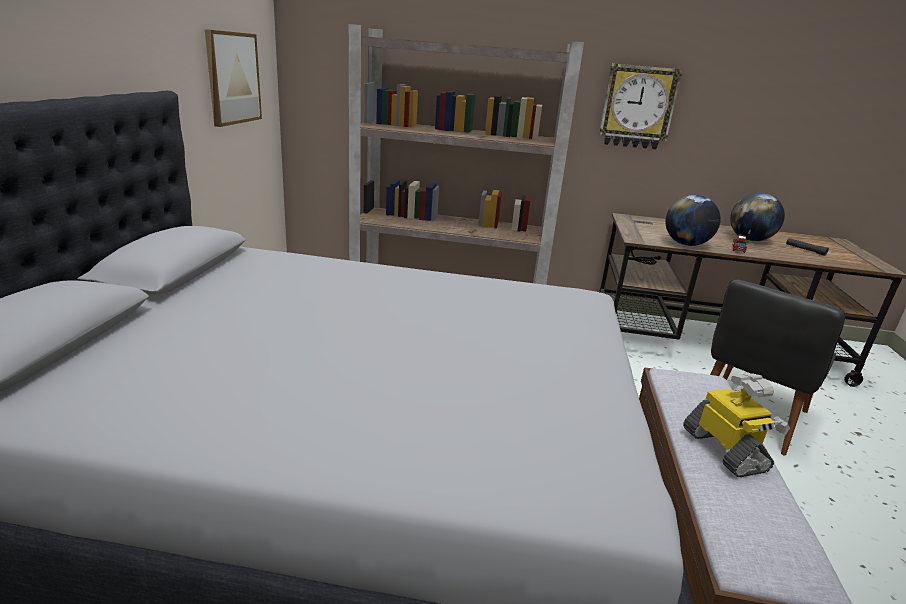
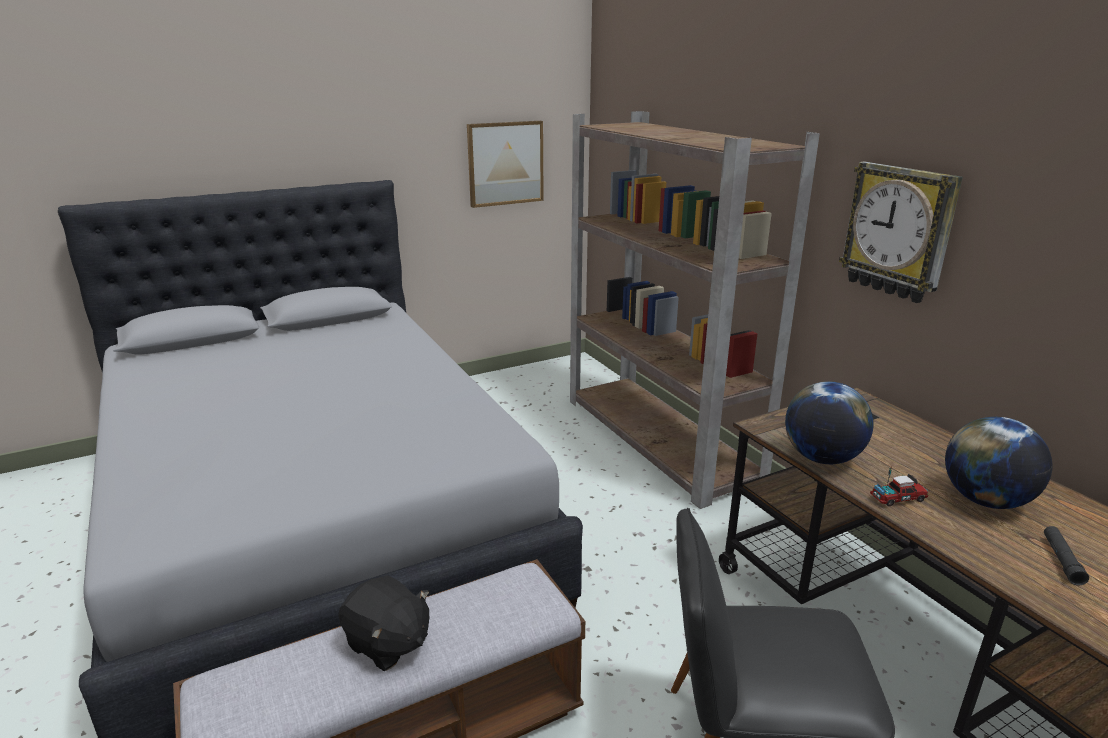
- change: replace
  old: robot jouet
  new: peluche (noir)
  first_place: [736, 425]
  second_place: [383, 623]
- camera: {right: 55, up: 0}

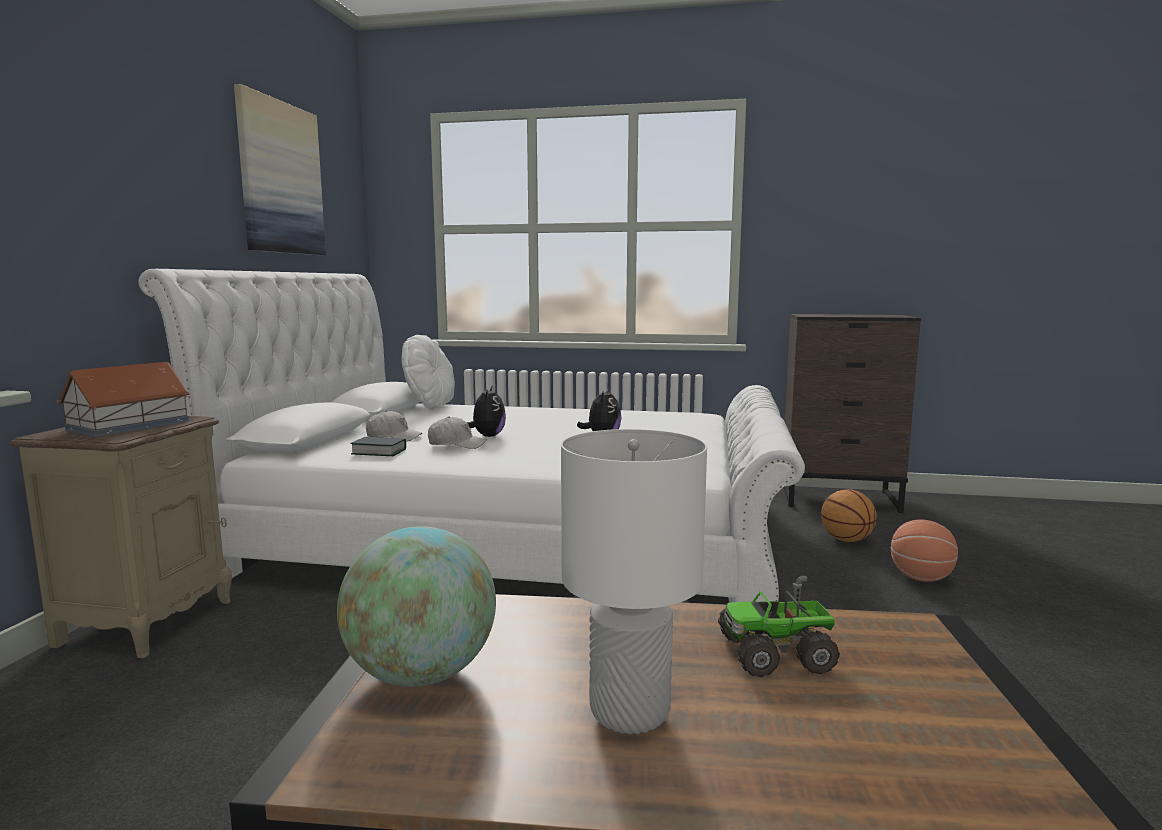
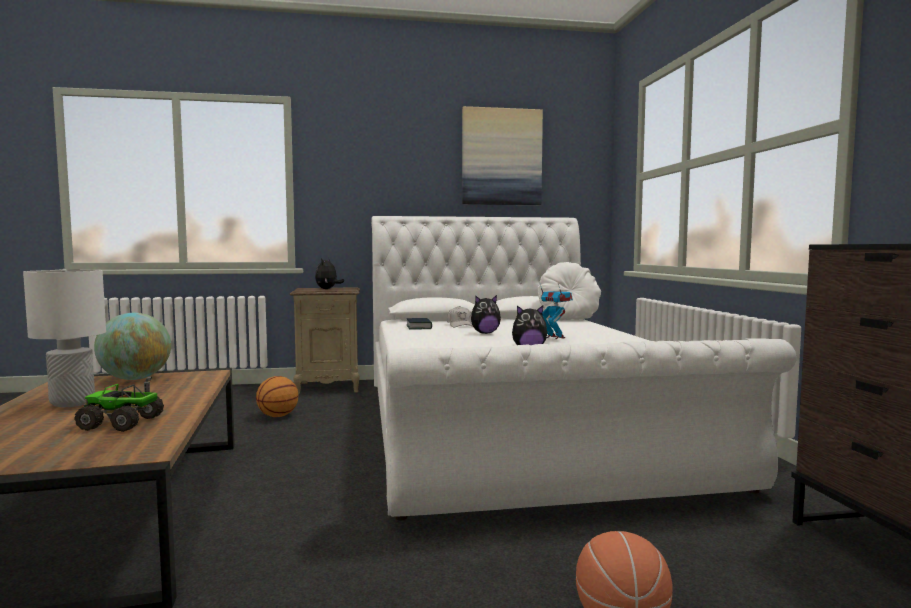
- change: replace
  old: maison miniature
  new: peluche
  first_place: [123, 399]
  second_place: [329, 273]
- change: delete
  old: casquette (blanc)
  first_place: [457, 432]
- change: rotate
  old: camion jouet
  first_place: [779, 626]
  second_place: [119, 404]
  degrees: -60
- change: move
  old: ballon de basket
  first_place: [849, 515]
  second_place: [277, 396]
- change: insert
  new: robot jouet
  second_place: [556, 310]
- camera: {right: 70, up: -5}

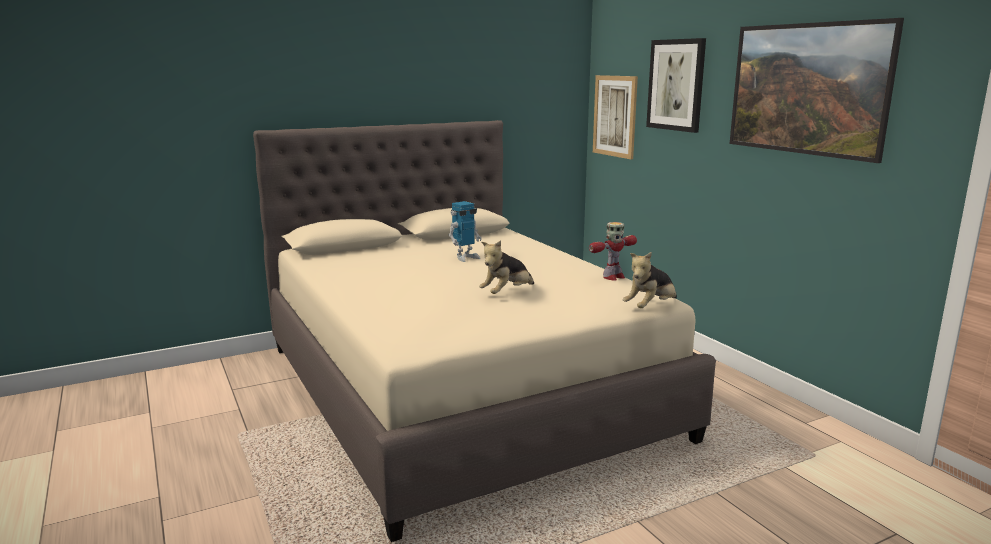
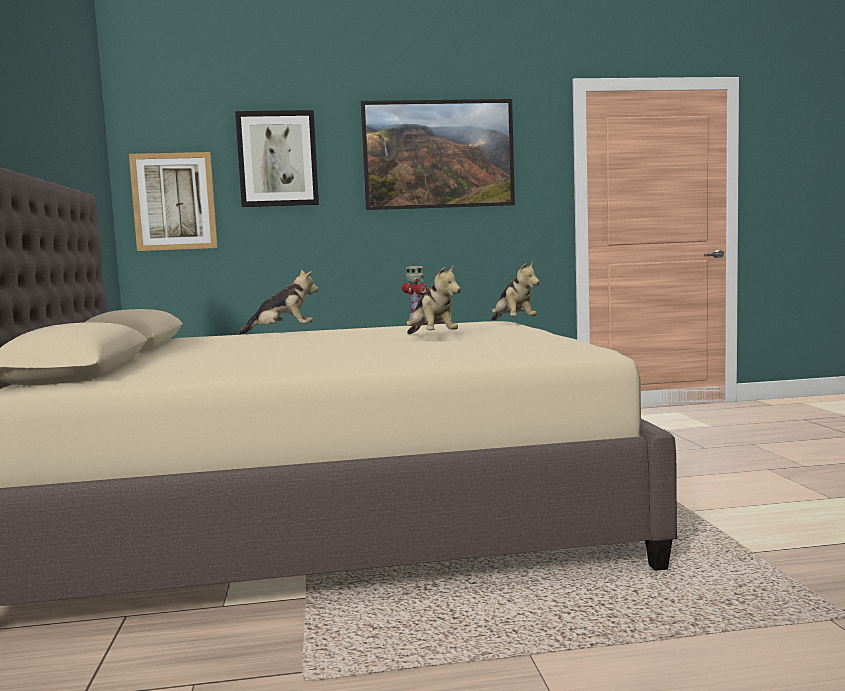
- change: delete
  old: robot jouet
  first_place: [465, 231]
- change: insert
  new: peluche
  second_place: [279, 302]
- camera: {right: -70, up: -10}

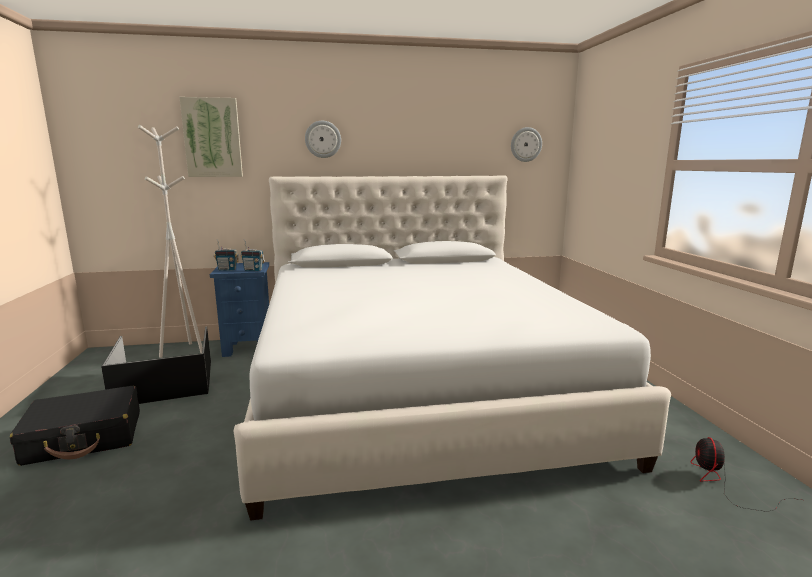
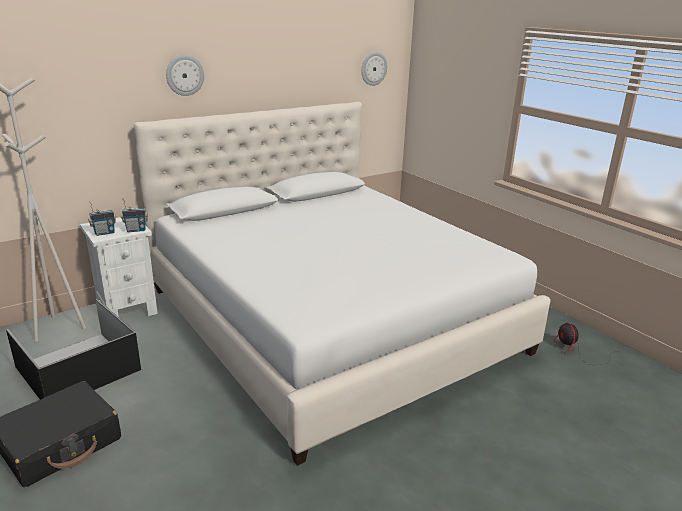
- change: delete
  old: tableau
  first_place: [211, 137]
- change: recolor
  old: table de chevet (bleu)
  new: table de chevet (blanc)
  first_place: [239, 309]
  second_place: [119, 267]
- camera: {right: -25, up: 10}

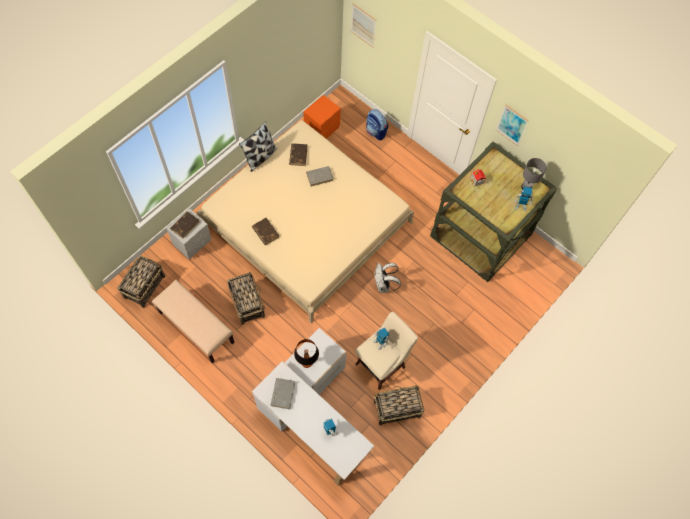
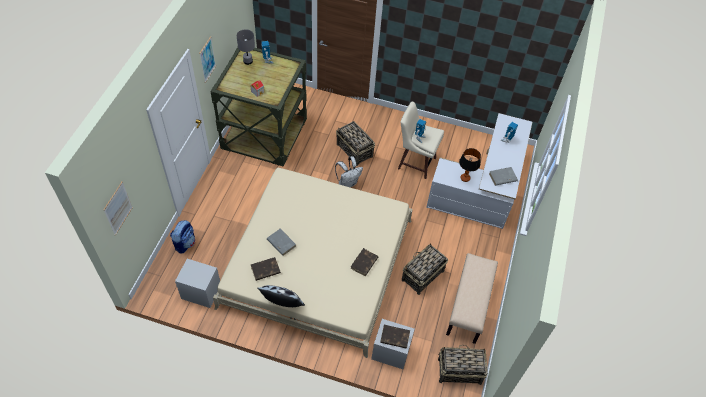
- change: recolor
  old: table de chevet (orange)
  new: table de chevet (gris)
  first_place: [322, 117]
  second_place: [197, 283]
- change: move
  old: panier
  first_place: [399, 405]
  second_place: [355, 143]
- camera: {right: -115, up: -10}

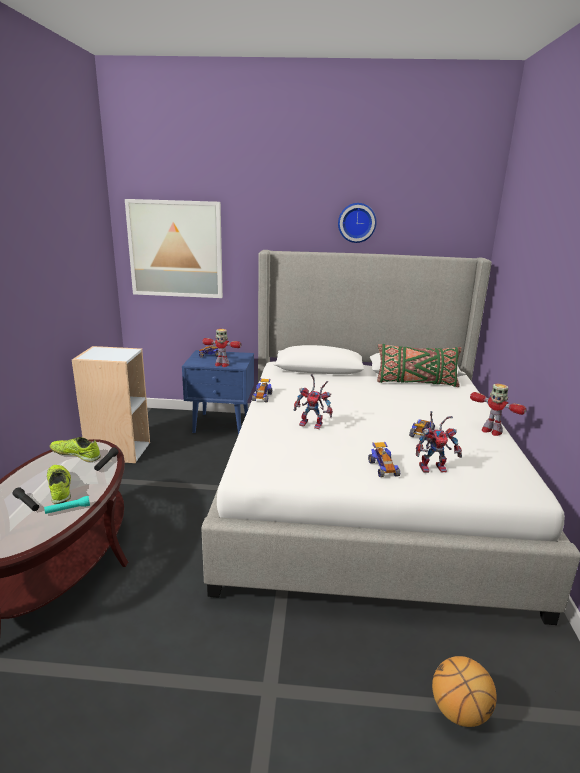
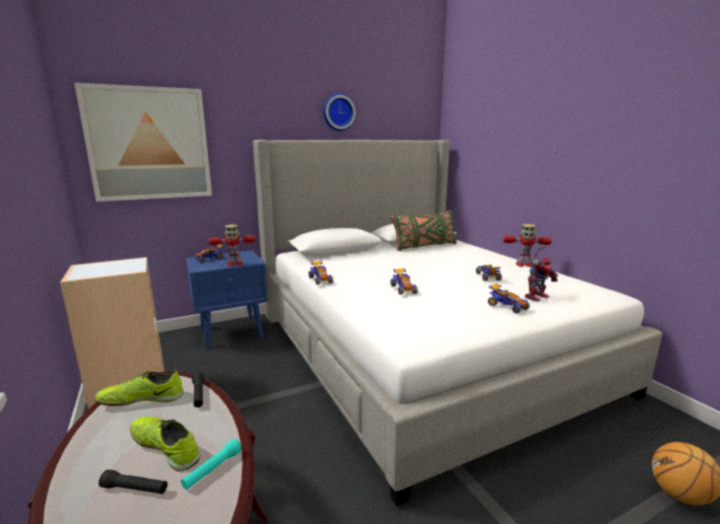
- change: replace
  old: robot jouet
  new: petite voiture
  first_place: [313, 401]
  second_place: [404, 281]
- camera: {right: -30, up: -5}

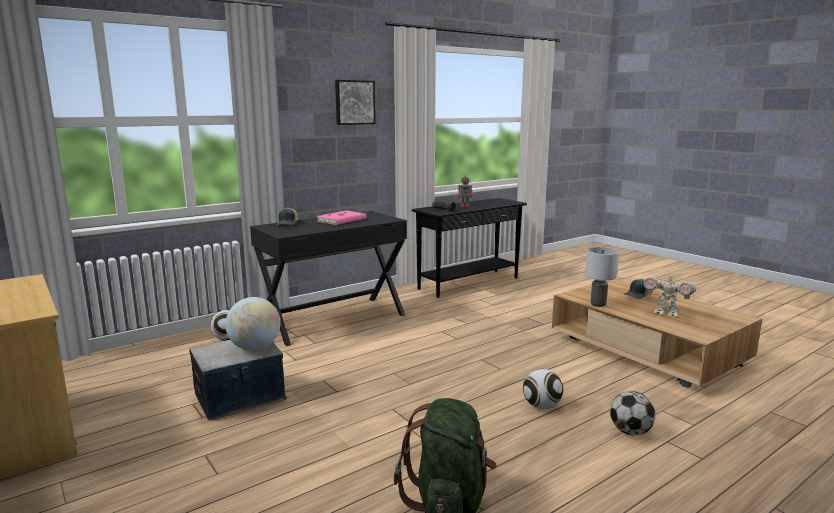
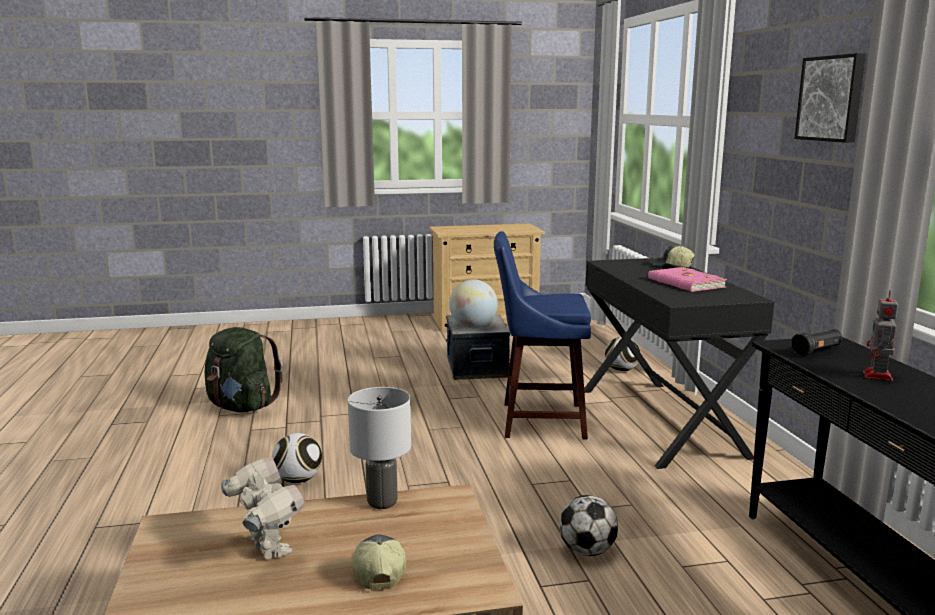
- change: move
  old: ballon de foot
  first_place: [632, 413]
  second_place: [588, 525]
- change: rotate
  old: robot jouet
  first_place: [670, 294]
  second_place: [262, 508]
  degrees: 90
- change: insert
  new: chaise (bleu)
  second_place: [542, 335]
- camera: {right: 115, up: 0}

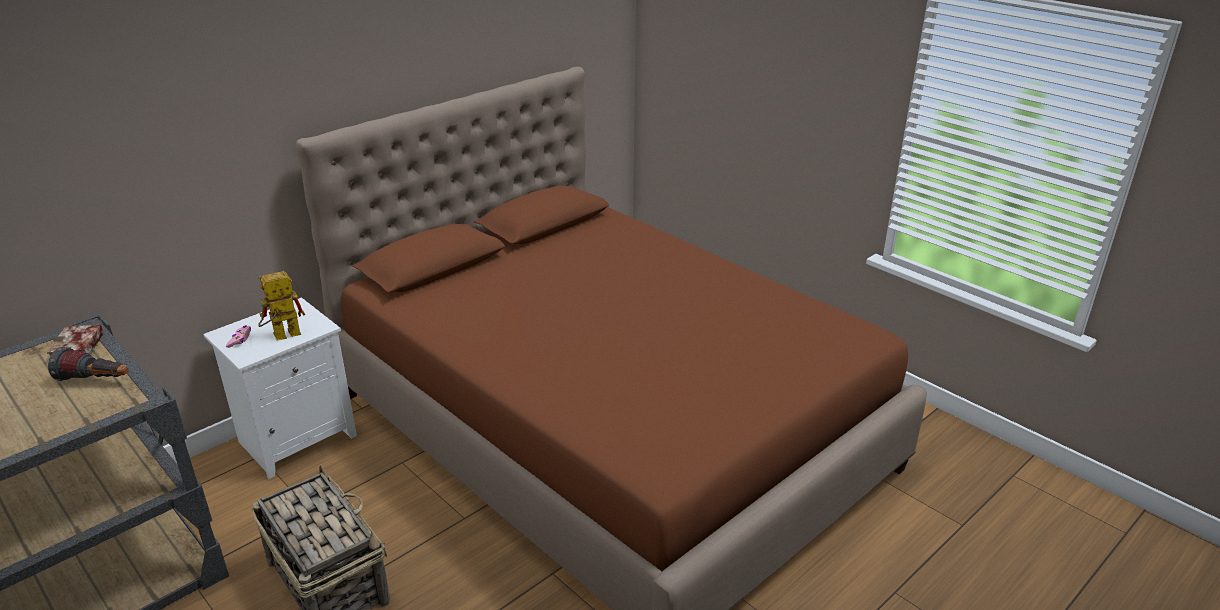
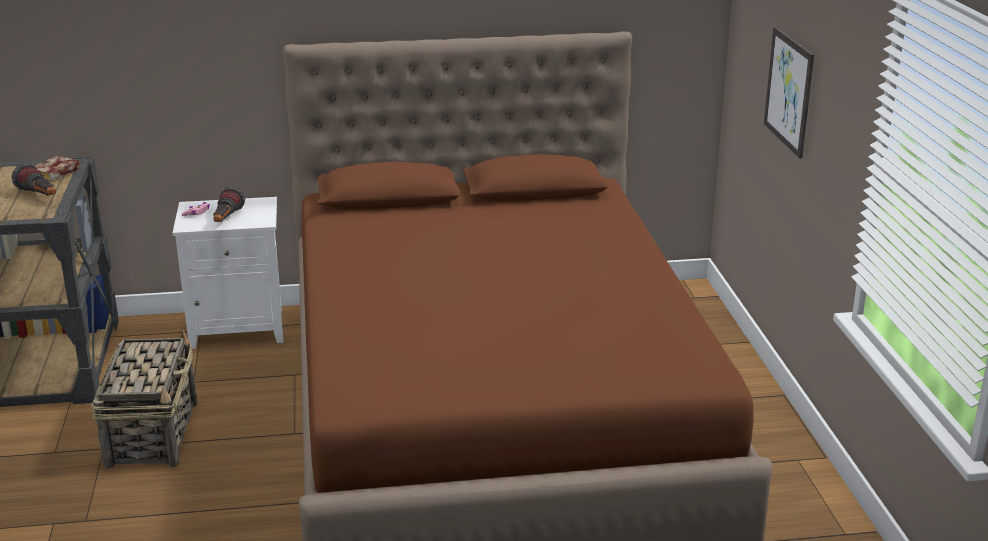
- change: replace
  old: robot jouet
  new: lampe de poche
  first_place: [281, 306]
  second_place: [229, 204]
- change: insert
  new: tableau
  second_place: [789, 93]
- camera: {right: 35, up: -5}

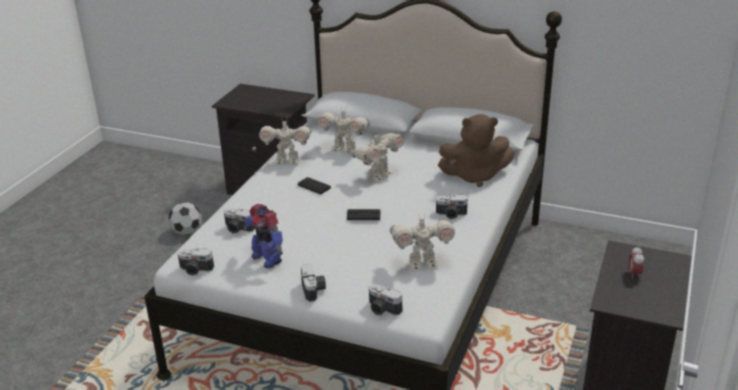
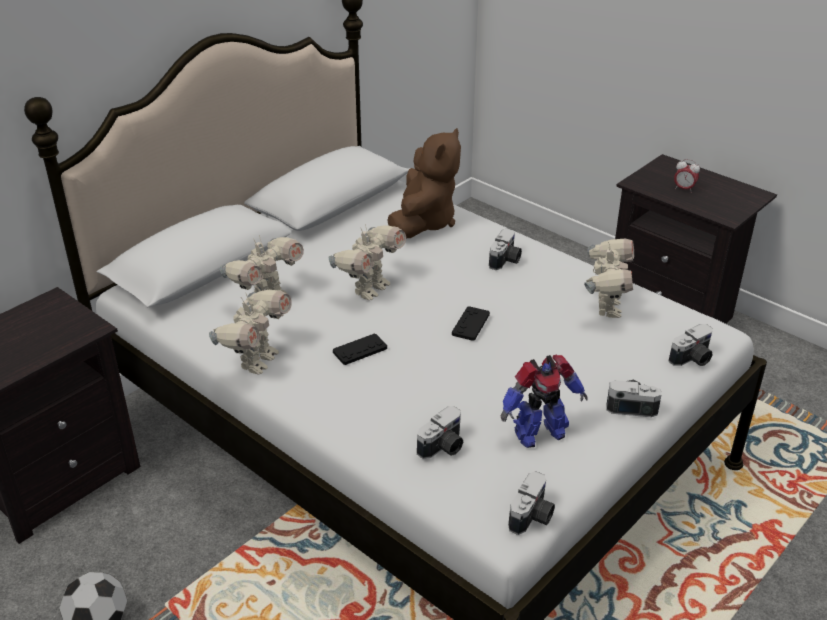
- change: rotate
  old: robot jouet
  first_place: [377, 157]
  second_place: [367, 262]
  degrees: 60
- camera: {right: -70, up: 5}

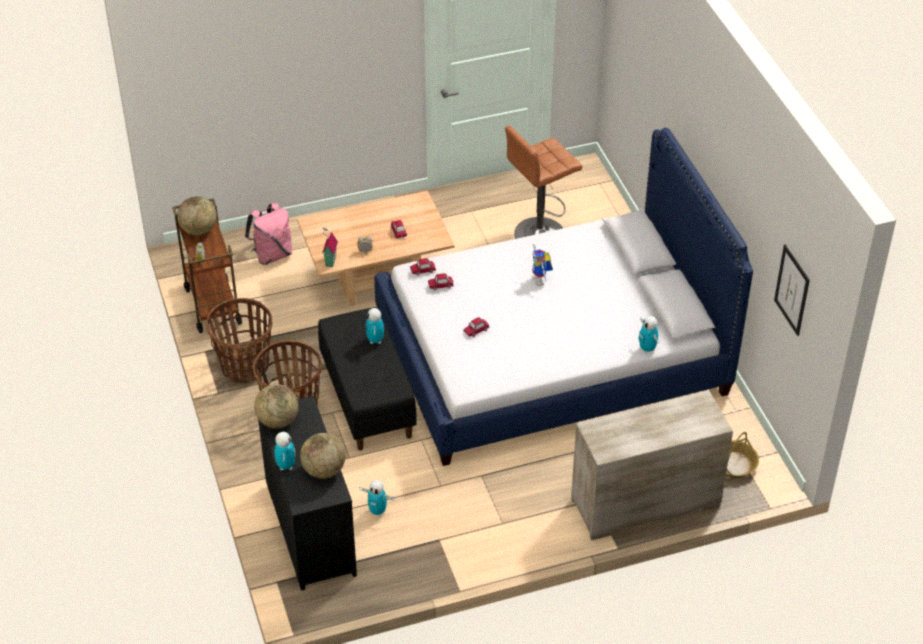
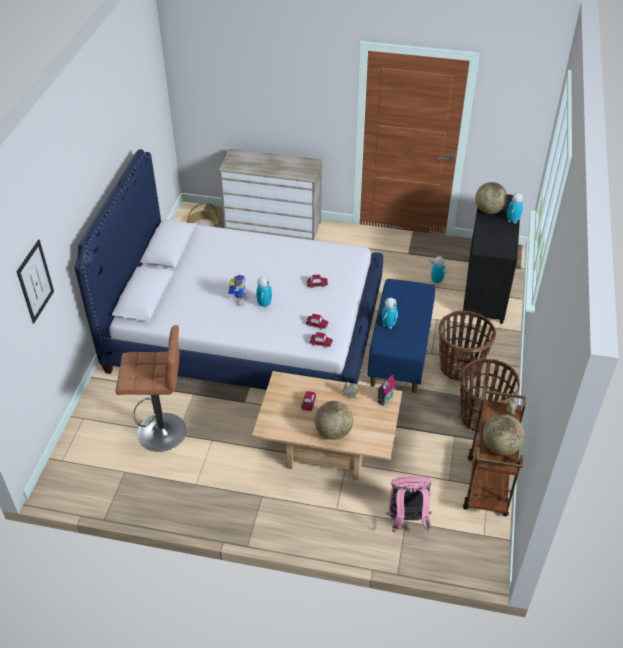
- change: move
  old: globe
  first_place: [276, 406]
  second_place: [334, 420]
- change: recolor
  old: banc (noir)
  new: banc (bleu)
  first_place: [367, 378]
  second_place: [401, 336]
- change: move
  old: robot jouet
  first_place: [649, 334]
  second_place: [264, 291]
- change: move
  old: tableau
  first_place: [792, 290]
  second_place: [35, 281]
- camera: {right: -150, up: 0}

